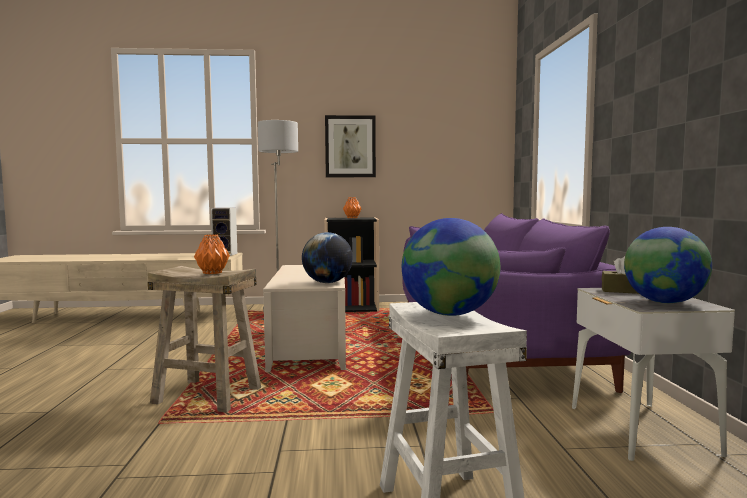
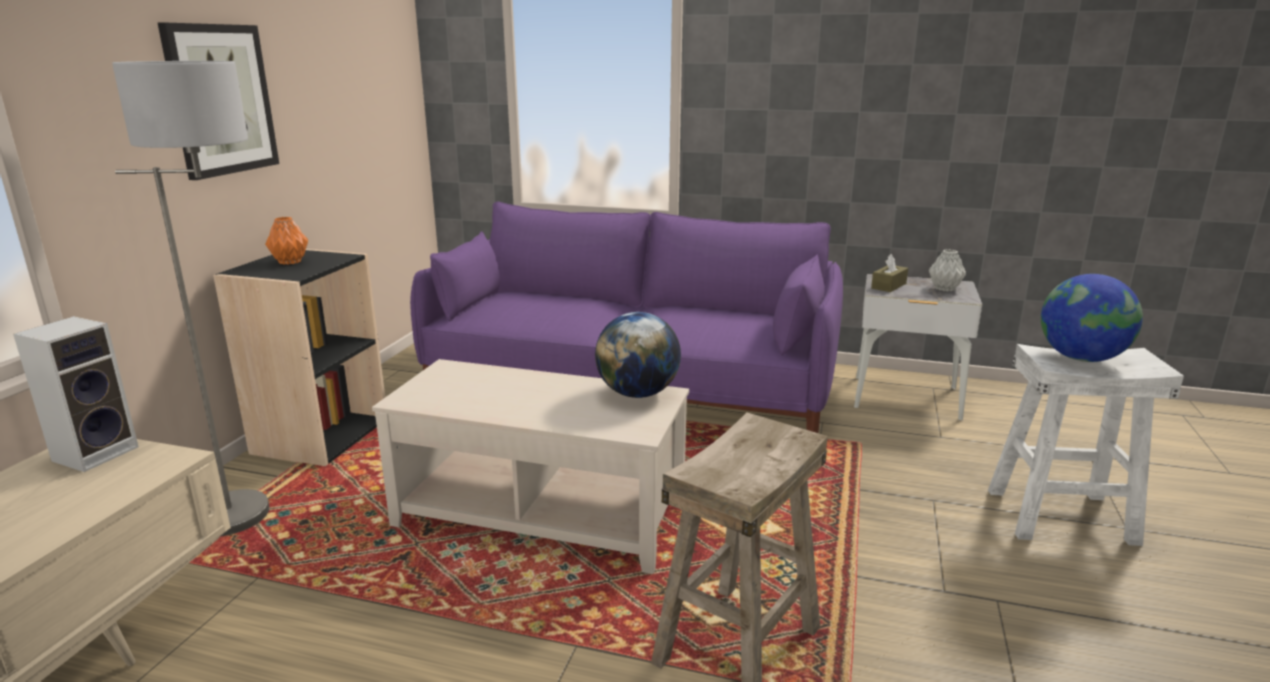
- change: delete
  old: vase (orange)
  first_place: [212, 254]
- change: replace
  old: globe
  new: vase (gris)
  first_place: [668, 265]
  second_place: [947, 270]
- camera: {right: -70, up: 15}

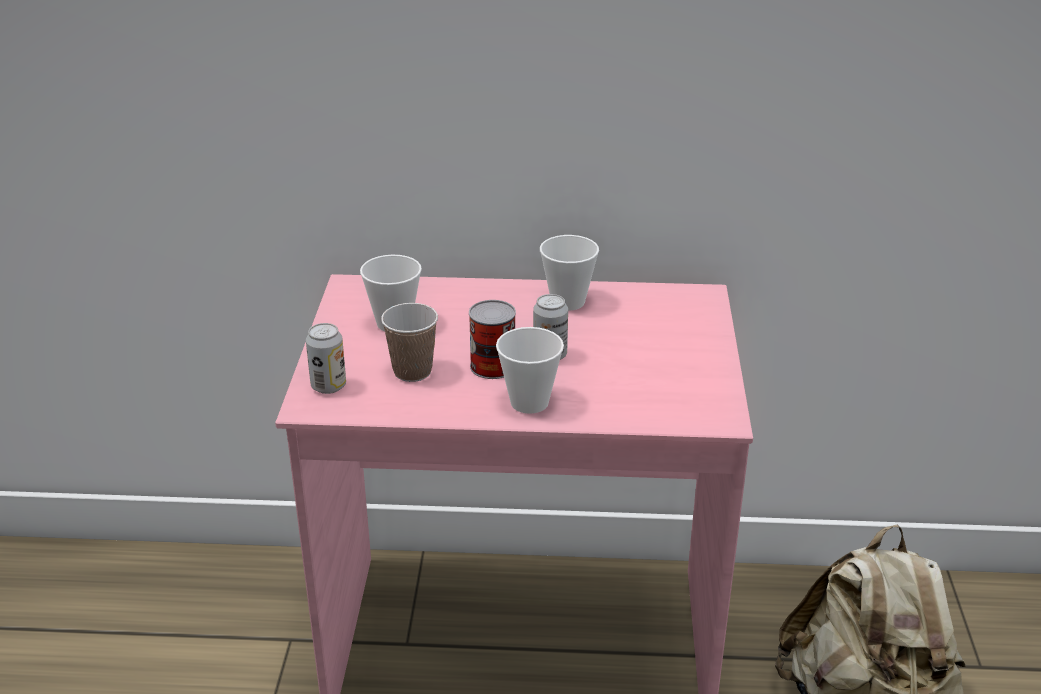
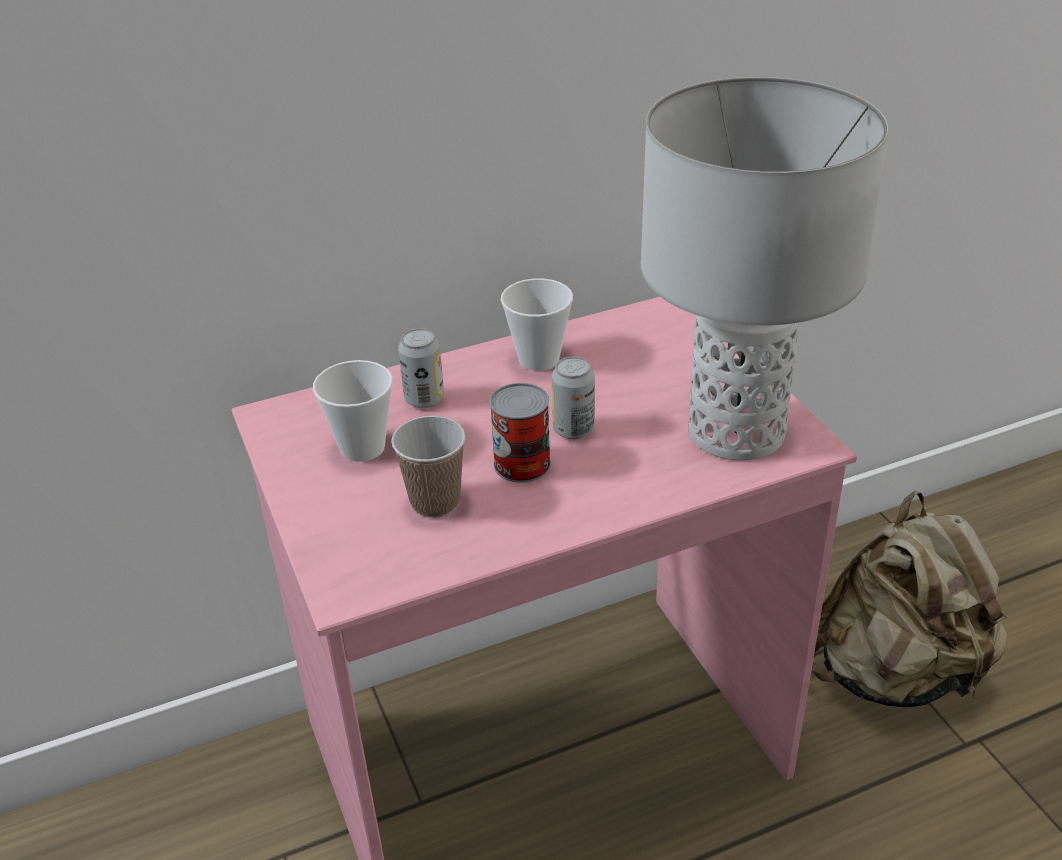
- change: move
  old: boîte métallique
  first_place: [326, 358]
  second_place: [421, 368]
- change: delete
  old: tasse
  first_place: [530, 370]
- change: insert
  new: lampe de table (blanc)
  second_place: [764, 269]
- camera: {right: -25, up: 5}

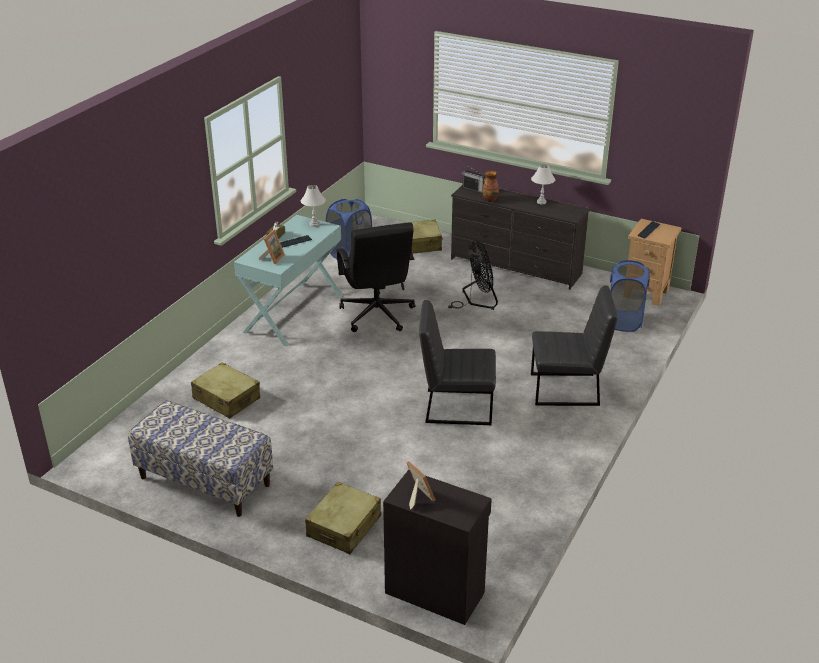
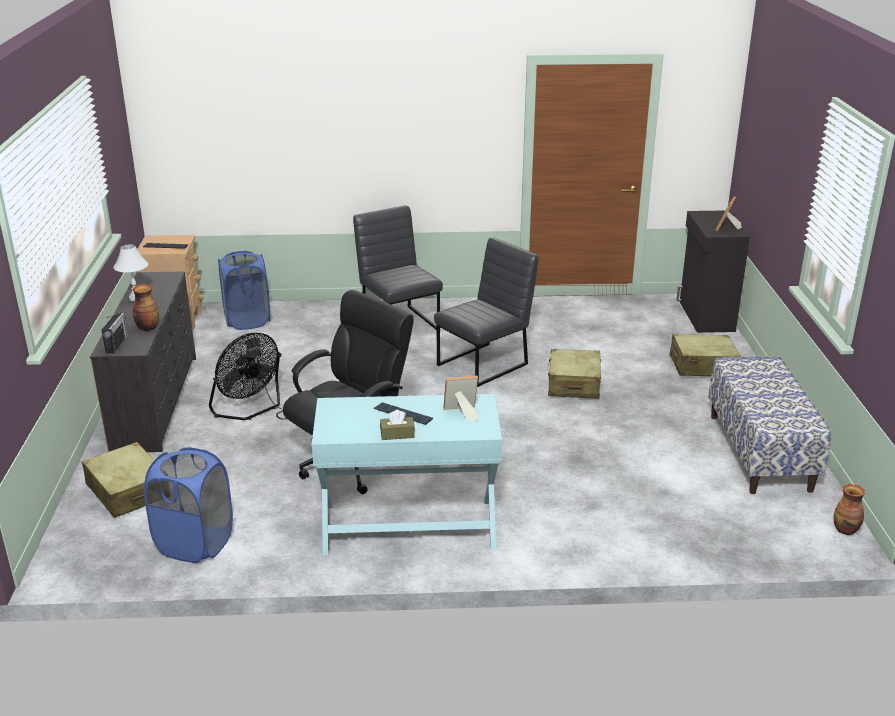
- change: move
  old: valise (beige)
  first_place: [225, 390]
  second_place: [574, 374]
- change: delete
  old: lampe de table (blanc)
  first_place: [313, 206]
- change: rotate
  old: chaise (gris)
  first_place: [457, 362]
  second_place: [486, 312]
  degrees: -105
- change: insert
  new: vase
  second_place: [849, 509]
- camera: {right: -120, up: -5}

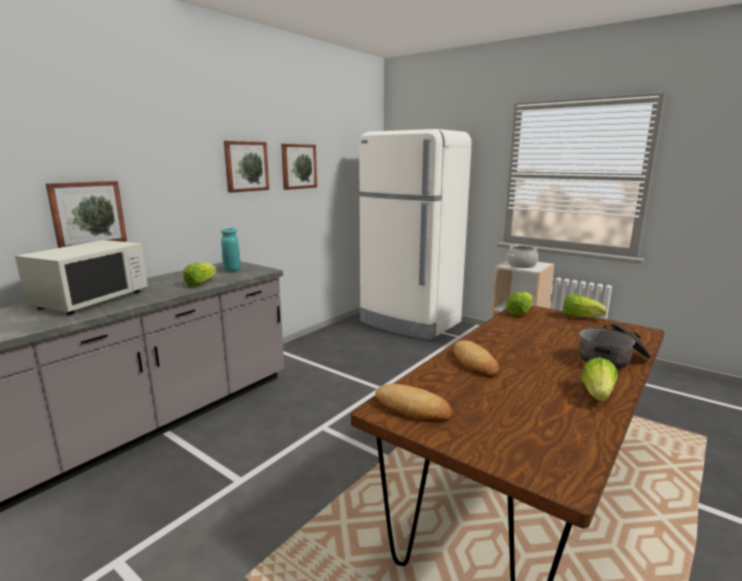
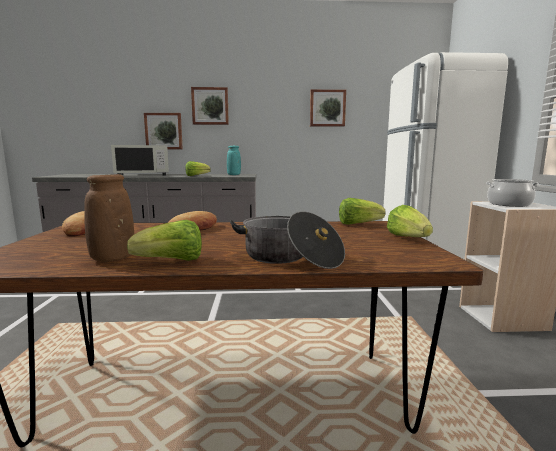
- change: move
  old: tableau
  first_place: [246, 167]
  second_place: [210, 106]
- change: insert
  new: vase (marron)
  second_place: [109, 218]
- camera: {right: 50, up: -5}

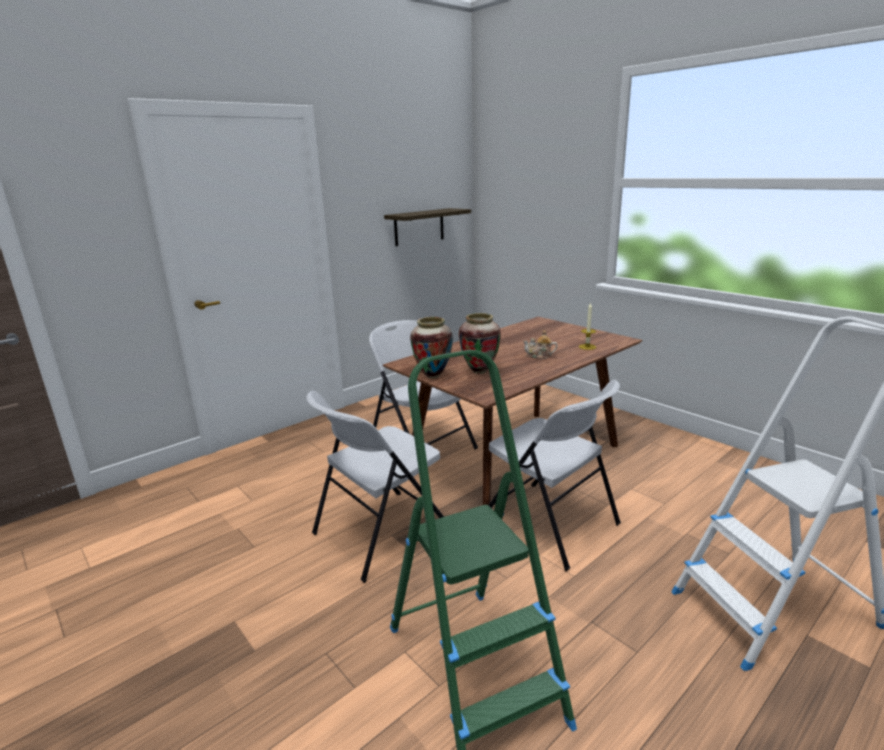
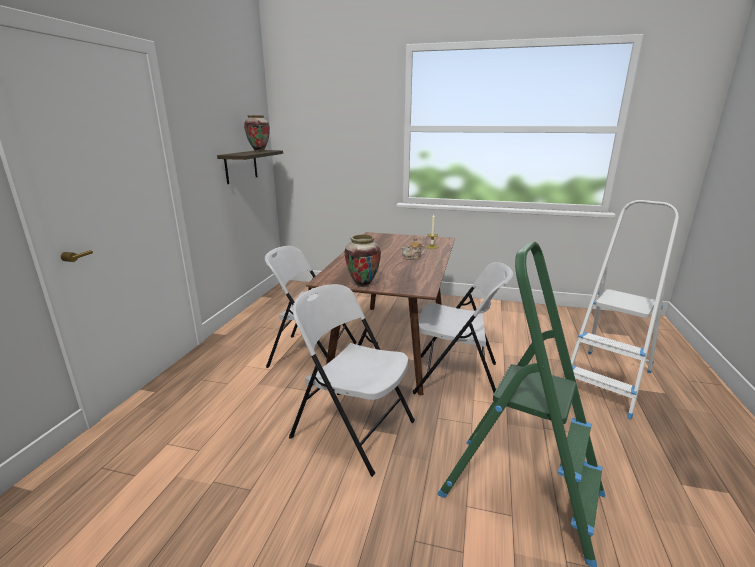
- change: rotate
  old: chaise (blanc)
  first_place: [375, 487]
  second_place: [352, 380]
  degrees: 105
- change: move
  old: vase
  first_place: [480, 343]
  second_place: [257, 133]
- camera: {right: -35, up: 0}

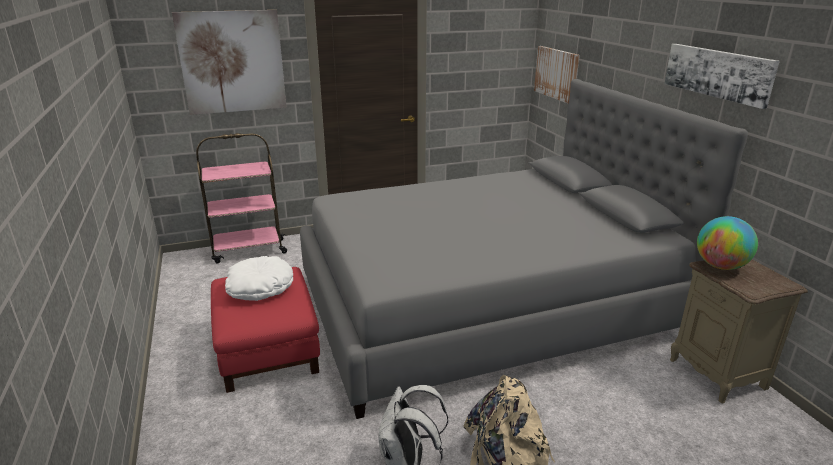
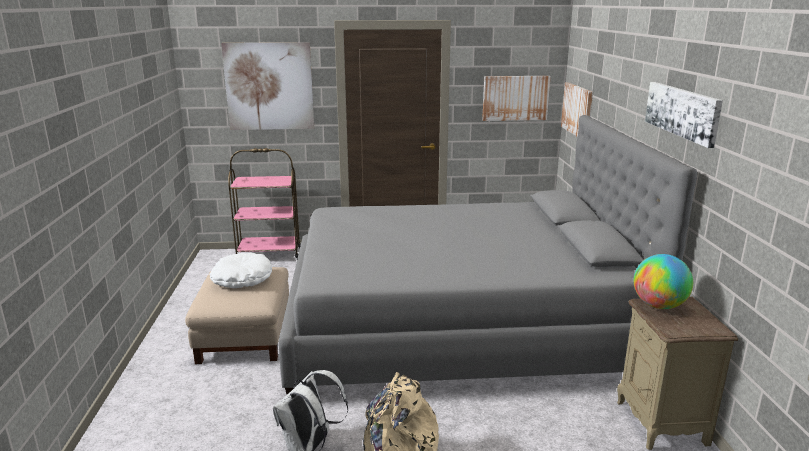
- change: recolor
  old: pouf (rouge)
  new: pouf (beige)
  first_place: [265, 330]
  second_place: [237, 315]
- change: insert
  new: tableau
  second_place: [516, 98]
- camera: {right: 15, up: -5}

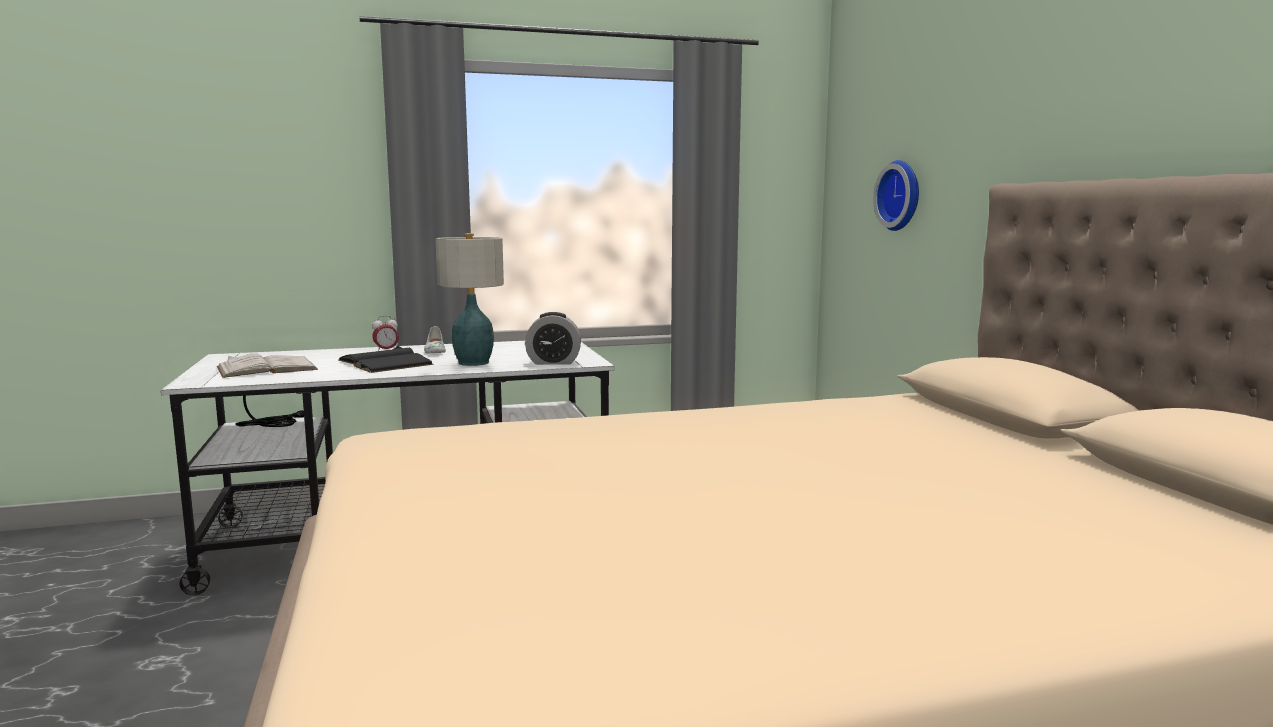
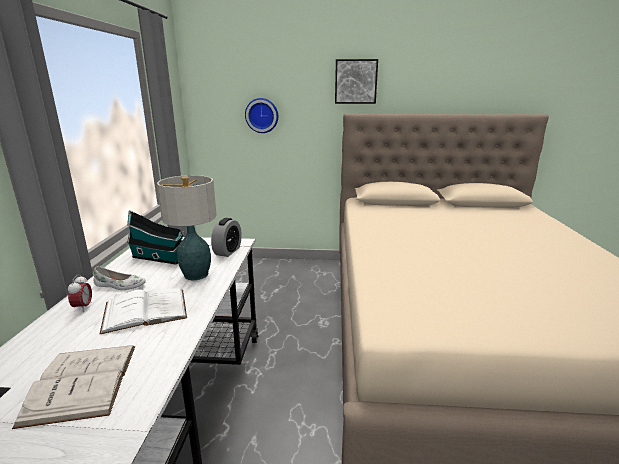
- change: recolor
  old: livre (noir)
  new: livre (blanc)
  first_place: [386, 359]
  second_place: [143, 311]
- change: insert
  new: maison miniature
  second_place: [156, 237]
- change: insert
  new: tableau
  second_place: [356, 81]
- camera: {right: -70, up: 10}

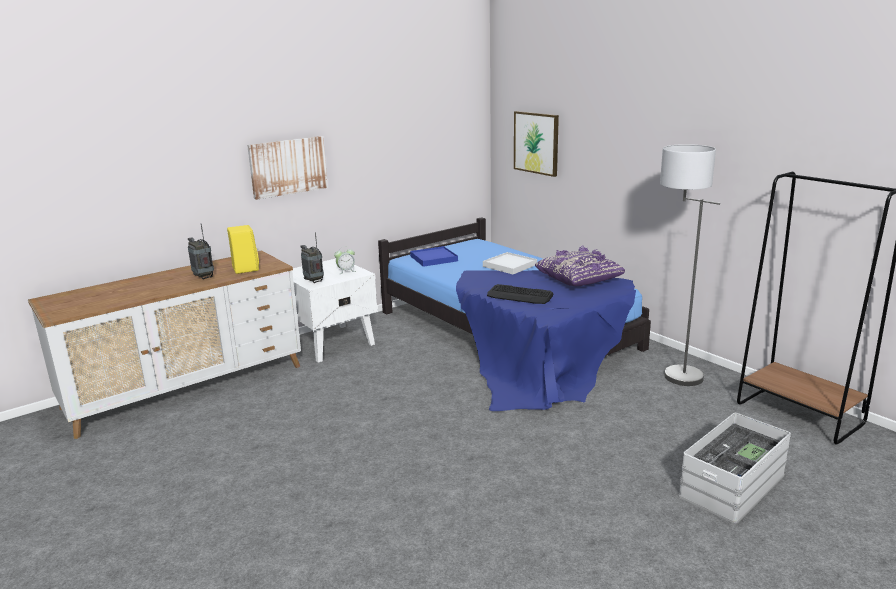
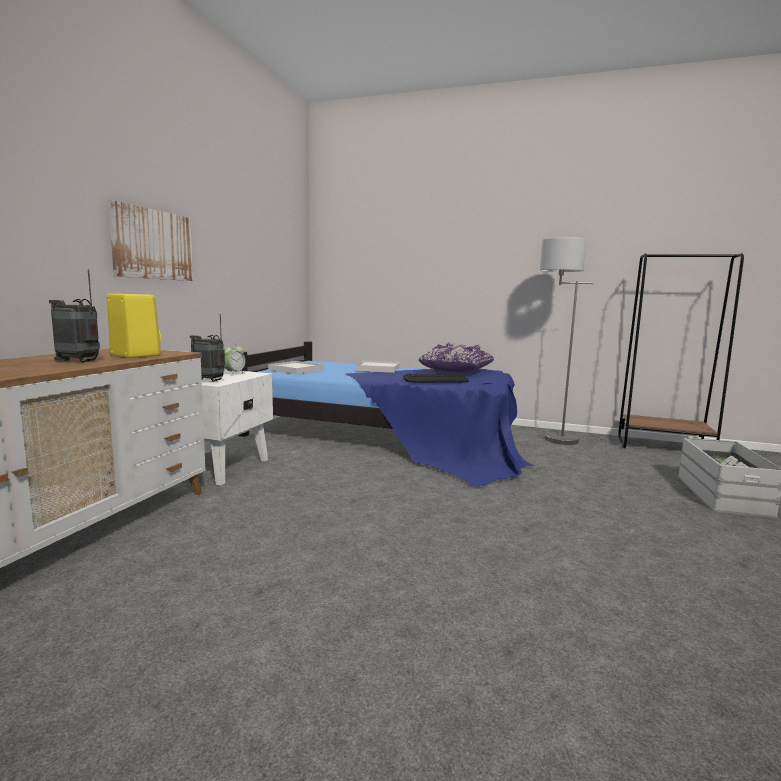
- change: recolor
  old: plateau (bleu)
  new: plateau (blanc)
  first_place: [434, 256]
  second_place: [296, 367]
- change: delete
  old: tableau
  first_place: [536, 144]
- camera: {right: -35, up: -10}

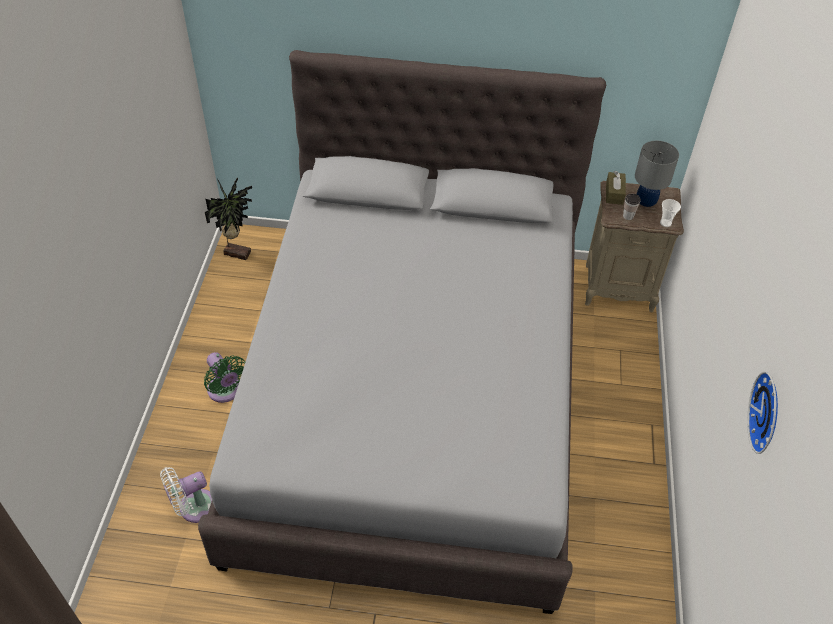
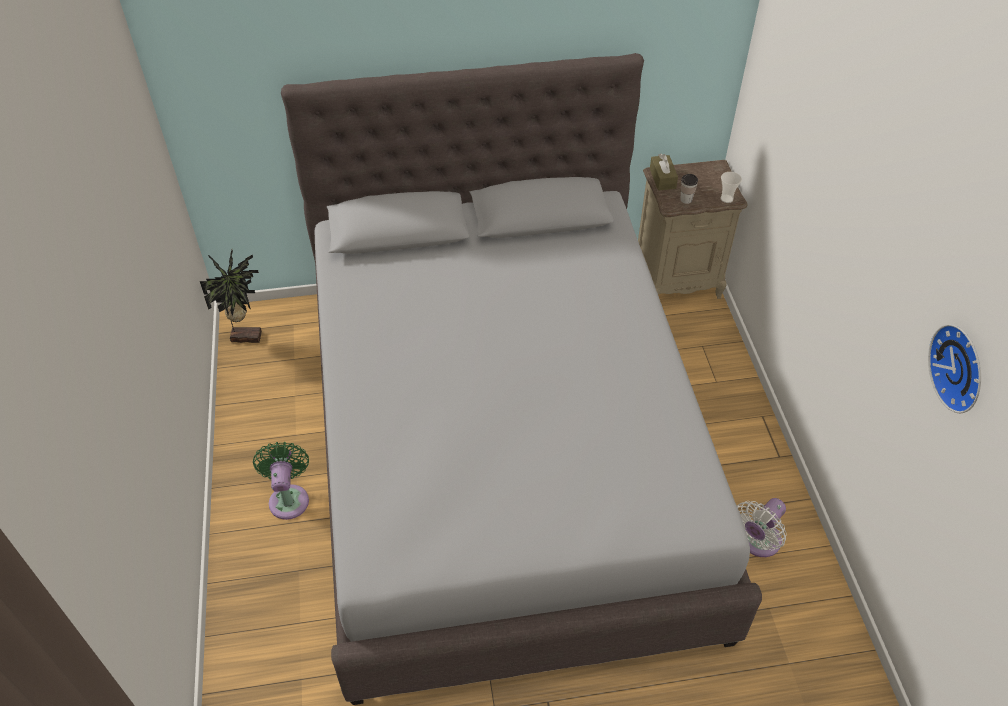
- change: move
  old: ventilateur (blanc)
  first_place: [186, 495]
  second_place: [762, 527]
- change: rotate
  old: ventilateur (vert)
  first_place: [224, 377]
  second_place: [281, 481]
  degrees: -135
- change: delete
  old: lampe de table (gris)
  first_place: [657, 174]
- camera: {right: -15, up: 0}

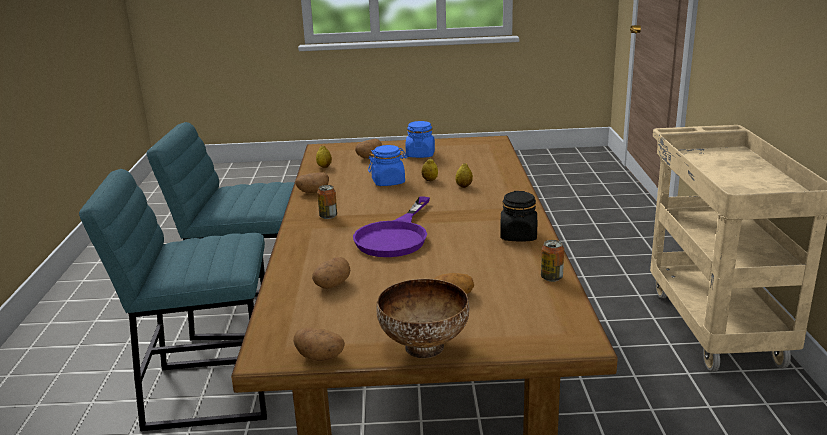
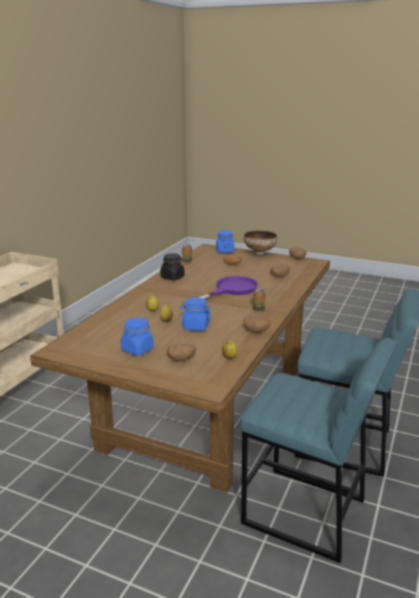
- change: insert
  new: bocal (bleu)
  second_place: [225, 241]
- camera: {right: -155, up: 0}

